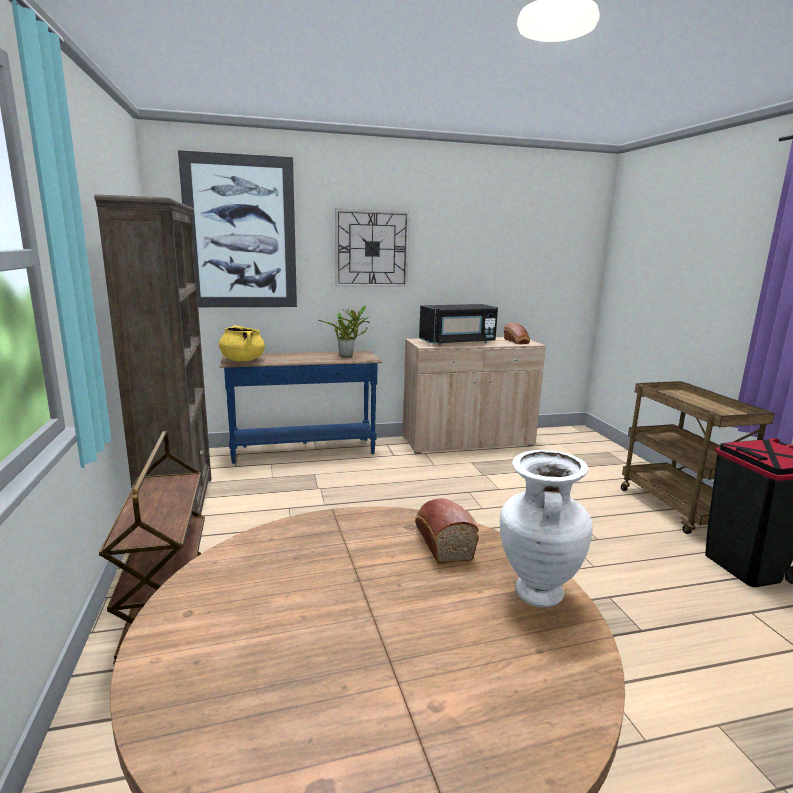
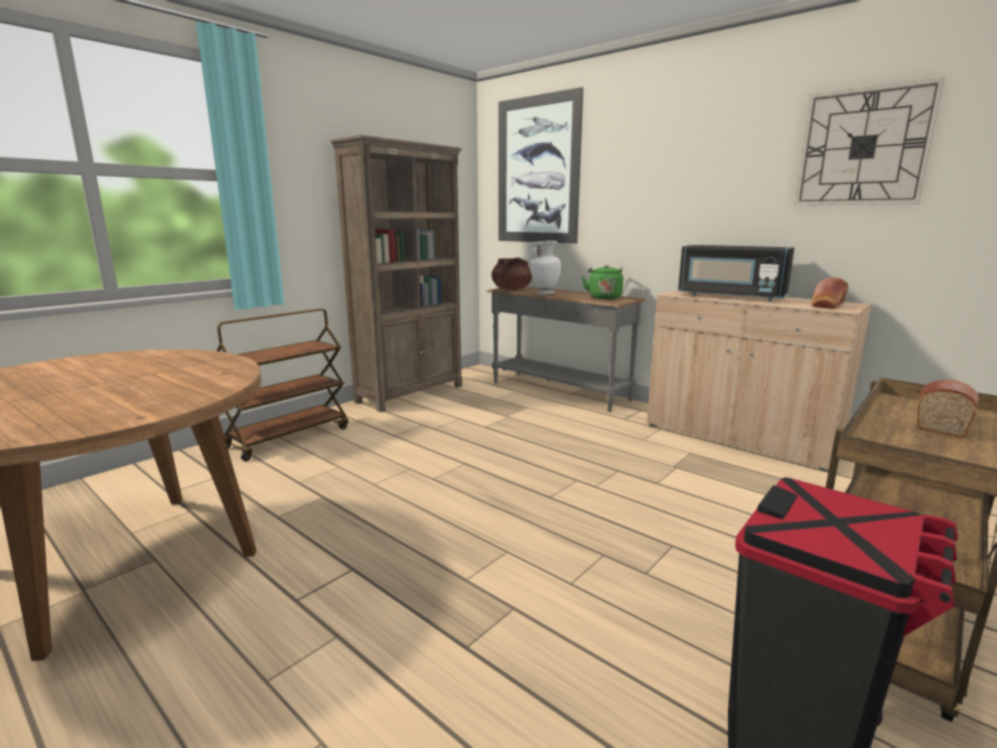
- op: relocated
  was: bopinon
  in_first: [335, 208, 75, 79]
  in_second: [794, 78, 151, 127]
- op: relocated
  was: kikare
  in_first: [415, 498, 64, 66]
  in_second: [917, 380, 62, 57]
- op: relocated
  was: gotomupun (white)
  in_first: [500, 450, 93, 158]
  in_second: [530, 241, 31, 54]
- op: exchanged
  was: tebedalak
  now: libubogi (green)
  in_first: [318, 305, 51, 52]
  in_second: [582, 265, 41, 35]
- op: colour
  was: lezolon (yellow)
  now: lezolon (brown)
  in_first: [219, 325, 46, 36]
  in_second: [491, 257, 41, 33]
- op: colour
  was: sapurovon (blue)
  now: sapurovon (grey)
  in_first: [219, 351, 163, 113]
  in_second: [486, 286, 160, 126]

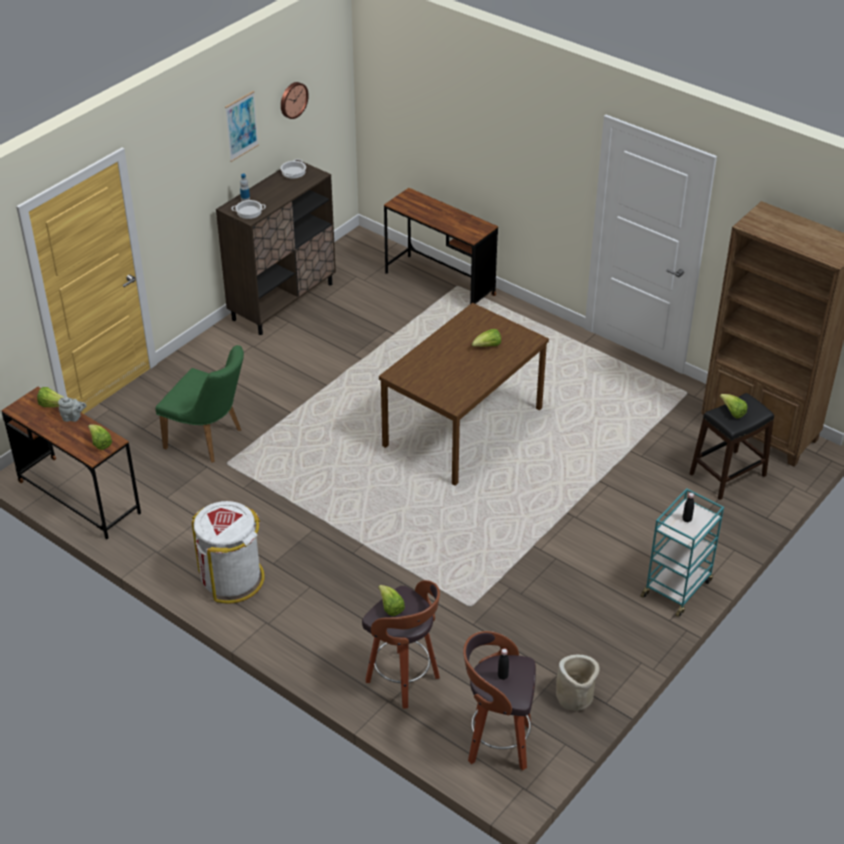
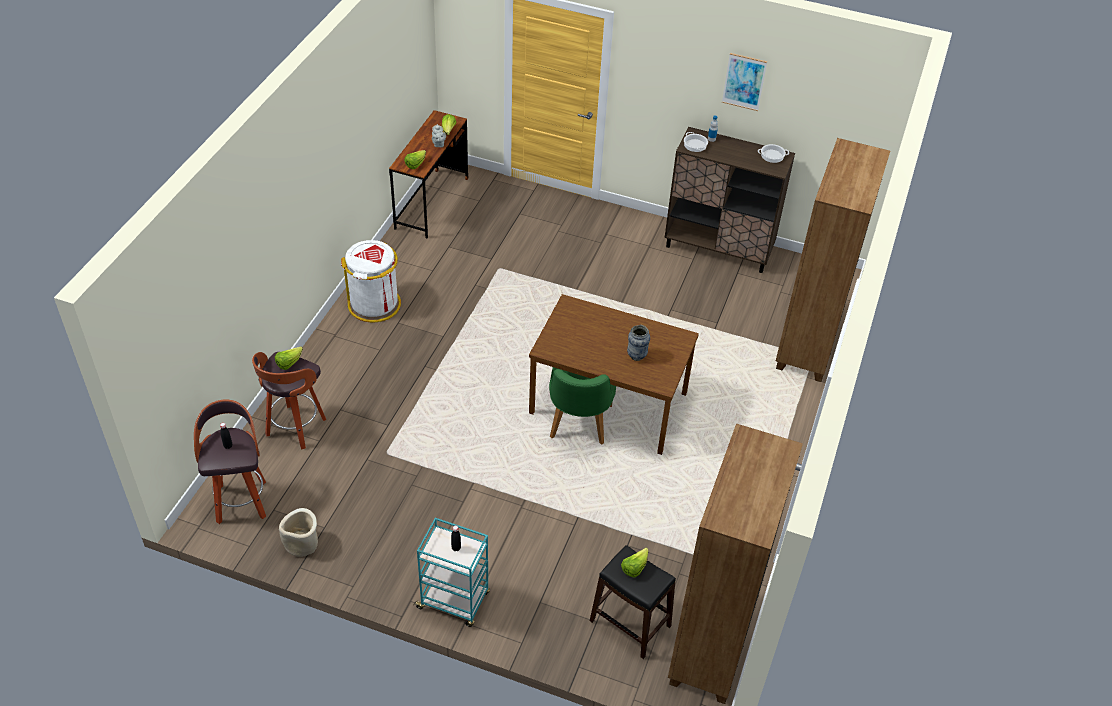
- op: missing
  was: bopinon
  in_first: [281, 82, 28, 37]
- op: relocated
  was: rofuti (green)
  in_first: [155, 345, 89, 118]
  in_second: [549, 367, 67, 78]
- op: exchanged
  was: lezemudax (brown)
  now: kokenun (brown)
  in_first: [384, 188, 114, 116]
  in_second: [776, 138, 114, 244]
- op: exchanged
  was: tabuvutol
  now: gotomupun
  in_first: [472, 329, 29, 18]
  in_second: [627, 325, 23, 36]

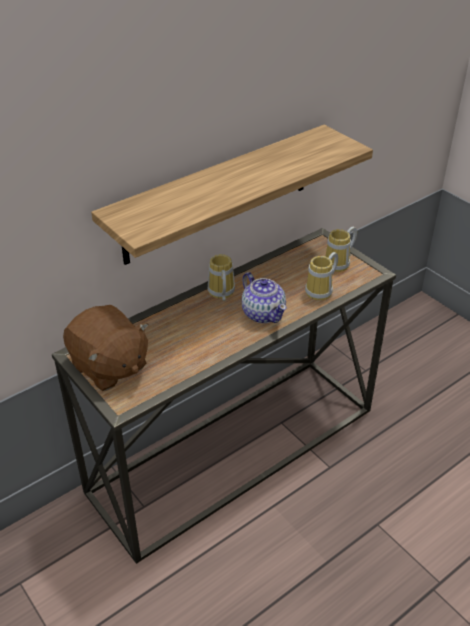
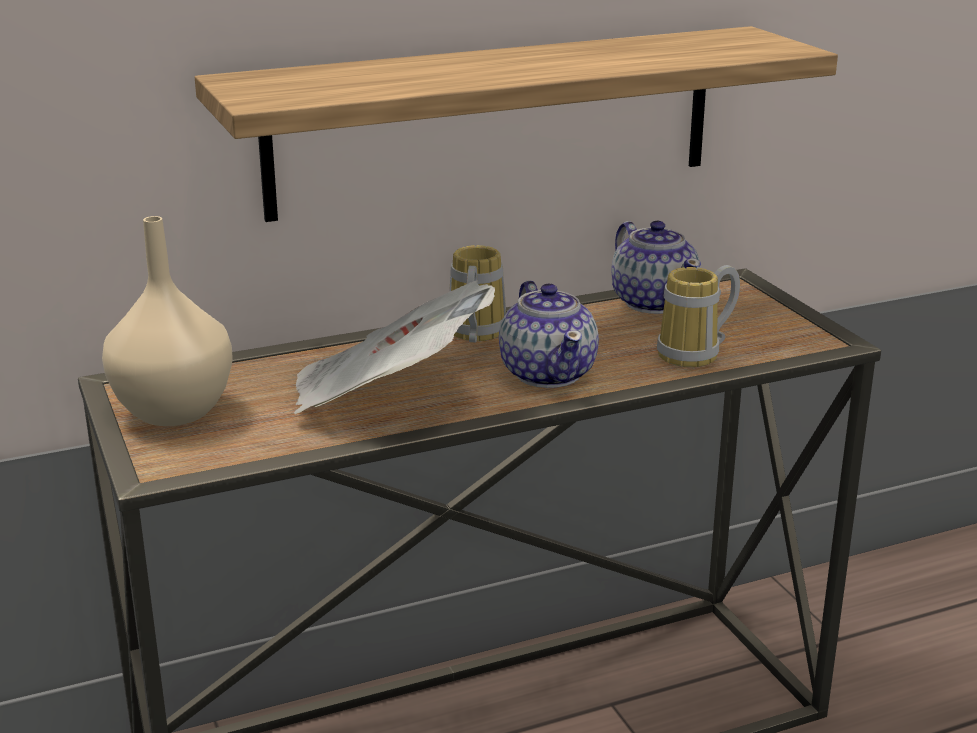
- op: missing
  was: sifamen
  in_first: [325, 227, 32, 45]
- op: appeared
  now: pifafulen
  in_second: [294, 280, 201, 134]
- op: appeared
  now: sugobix
  in_second: [612, 221, 89, 93]
- op: exchanged
  was: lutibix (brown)
  now: gotomupun (beige)
  in_first: [63, 305, 86, 86]
  in_second: [102, 216, 131, 210]

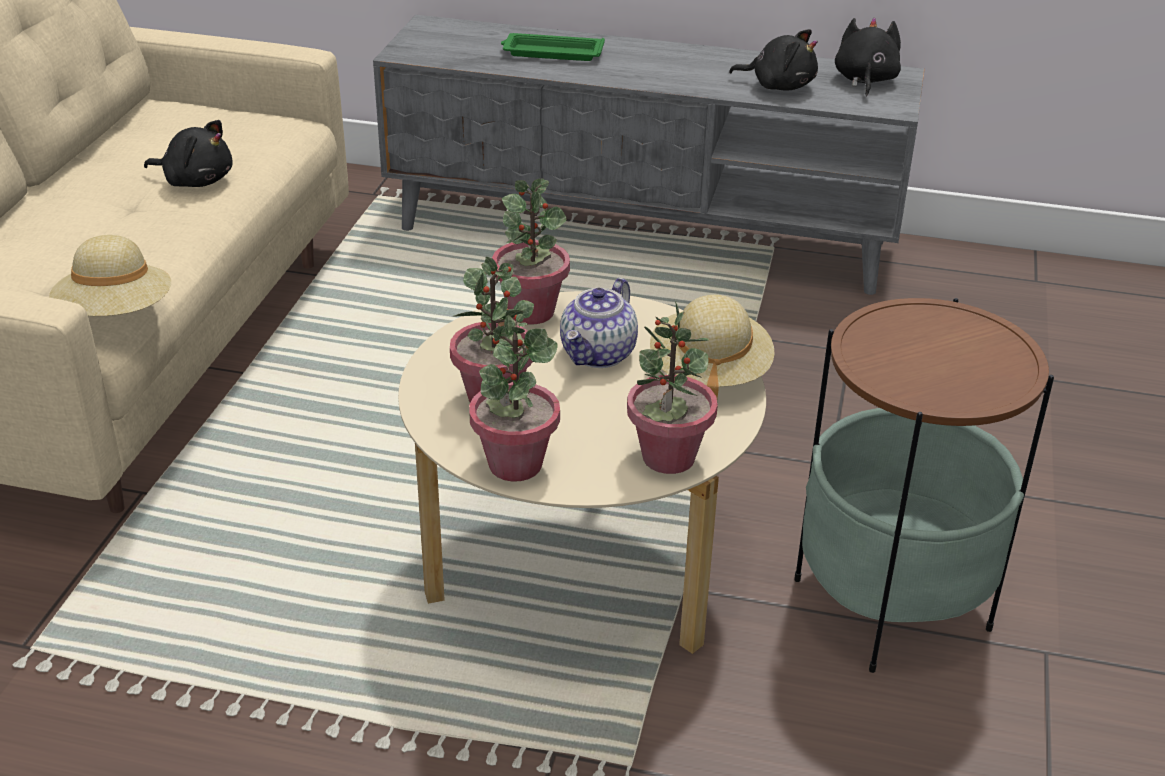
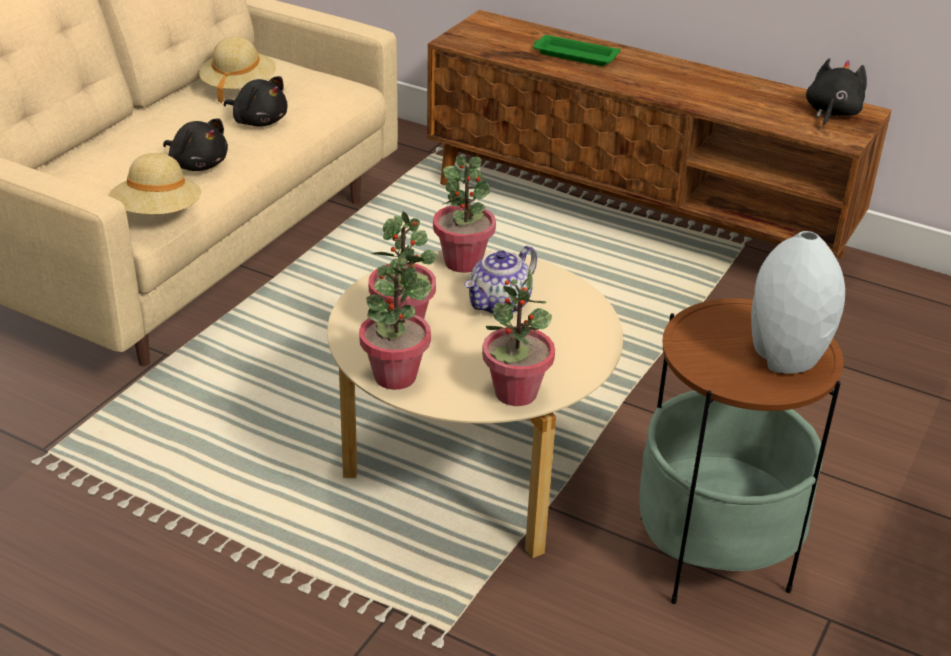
- op: appeared
  now: gotomupun (grey)
  in_second: [751, 231, 94, 142]
- op: relocated
  was: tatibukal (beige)
  in_first: [650, 295, 125, 104]
  in_second: [199, 37, 77, 66]
- op: relocated
  was: lutibix (black)
  in_first: [729, 29, 89, 61]
  in_second: [163, 118, 65, 53]
- op: colour
  was: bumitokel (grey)
  now: bumitokel (brown)
  in_first: [373, 15, 552, 280]
  in_second: [427, 10, 465, 248]

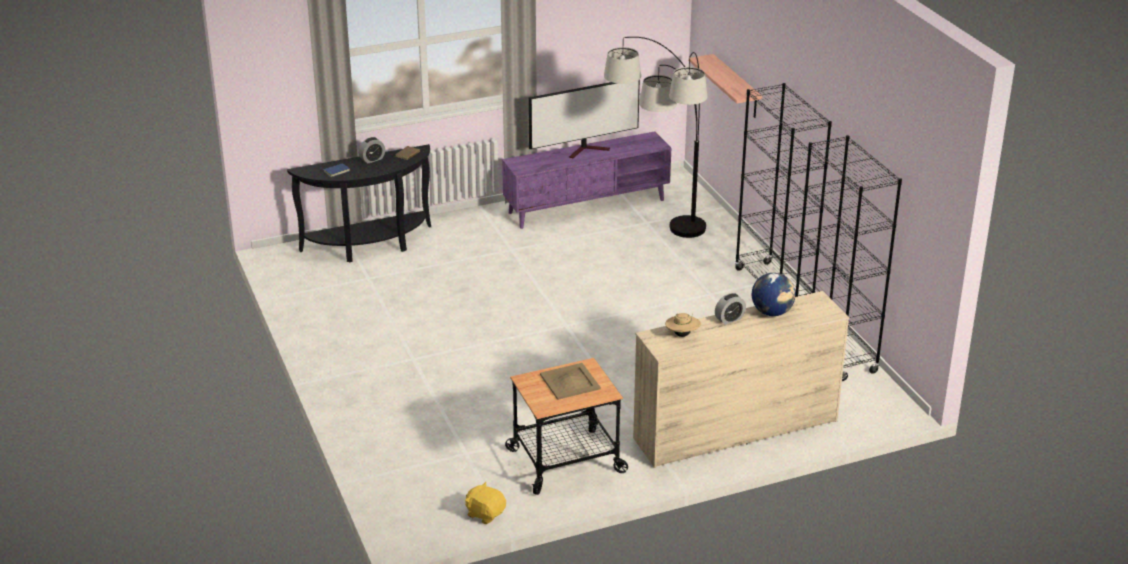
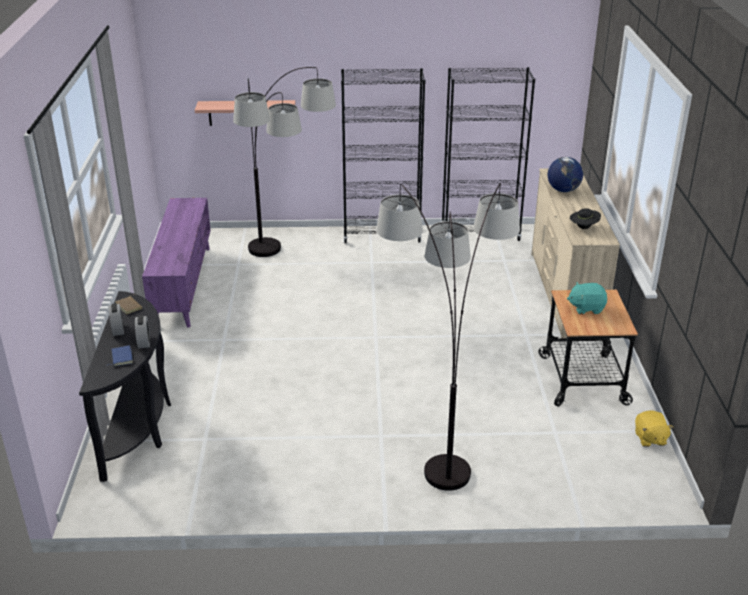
- op: missing
  was: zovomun
  in_first: [528, 80, 112, 78]
- op: appeared
  now: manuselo
  in_second: [376, 183, 144, 308]
- op: relocated
  was: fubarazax
  in_first: [715, 293, 31, 32]
  in_second: [135, 315, 15, 33]
- op: exchanged
  was: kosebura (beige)
  now: lutibix (turquoise)
  in_first: [540, 363, 61, 37]
  in_second: [567, 282, 40, 32]
- op: colour
  was: tatibukal (beige)
  now: tatibukal (black)
  in_first: [665, 312, 36, 25]
  in_second: [570, 206, 31, 23]
- op: spun
  was: lutibix (yellow)
  in_first: [465, 482, 41, 42]
  in_second: [635, 410, 38, 37]
  clockwise: -60

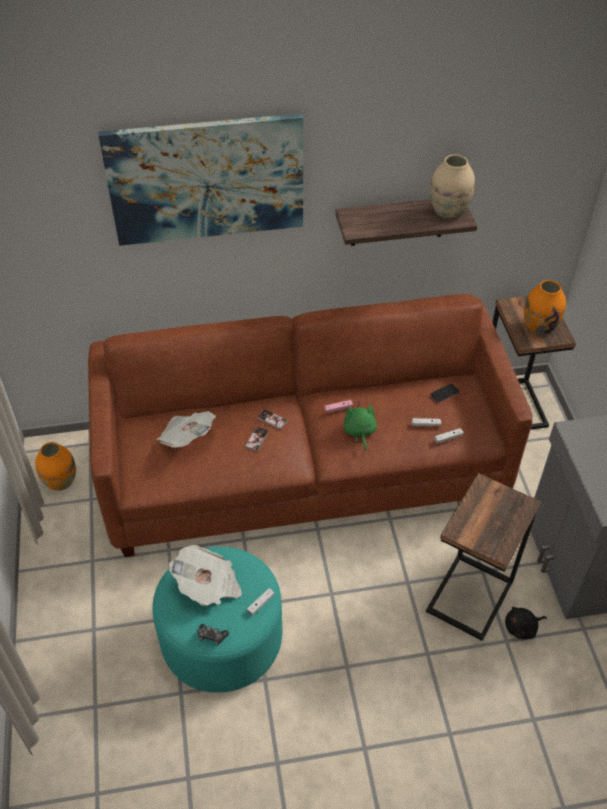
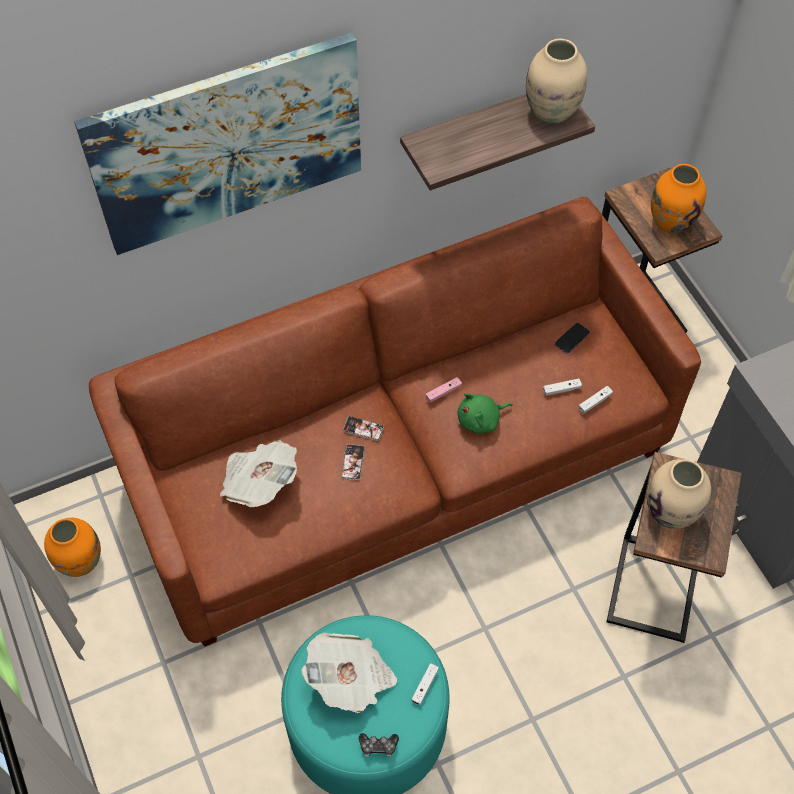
- op: missing
  was: lutibix (black)
  in_first: [505, 607, 42, 32]
- op: appeared
  now: gotomupun (beige)
  in_second: [647, 459, 64, 70]
- op: spun
  was: lutibix (green)
  in_first: [344, 402, 33, 49]
  in_second: [458, 393, 55, 41]
  clockwise: -90

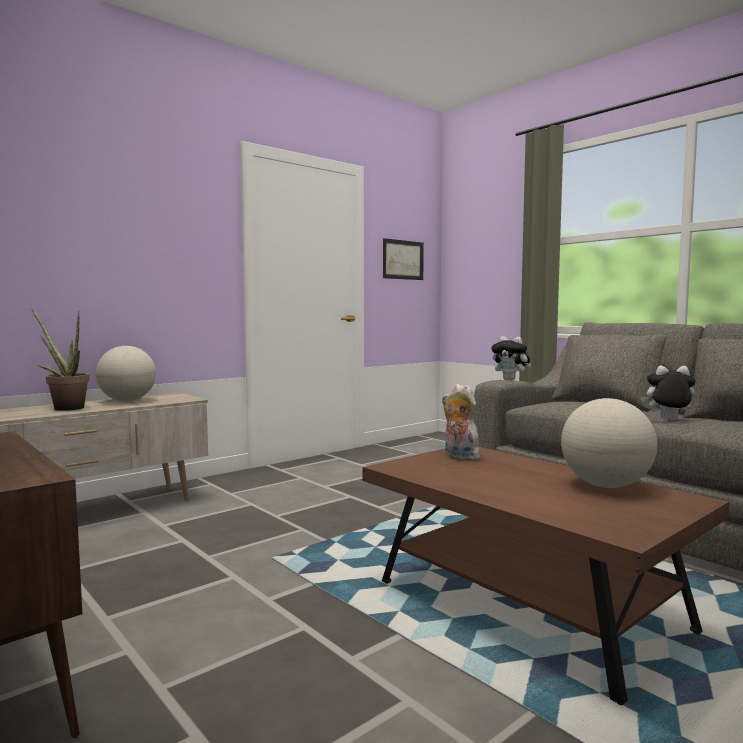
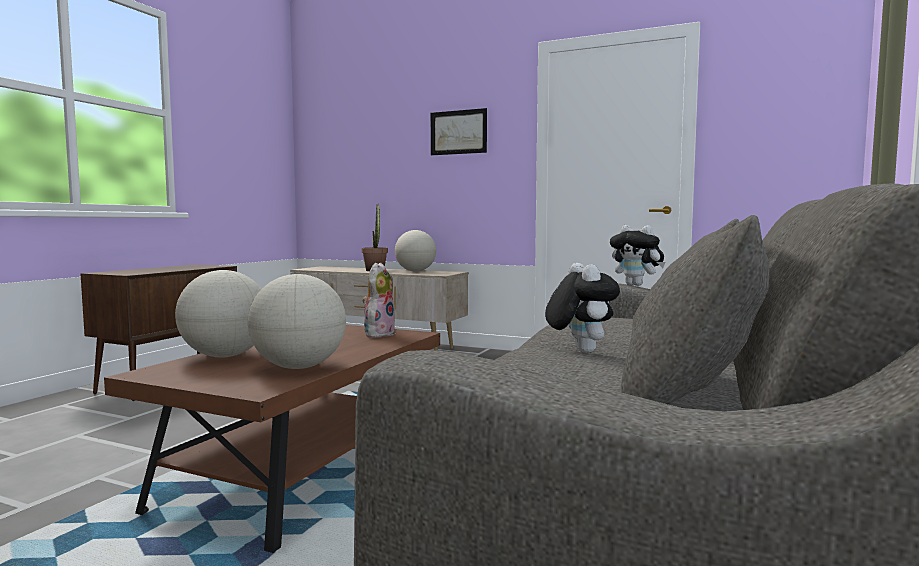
- op: appeared
  now: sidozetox
  in_second: [175, 270, 86, 87]
- op: relocated
  was: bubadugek
  in_first: [383, 238, 41, 42]
  in_second: [431, 108, 56, 47]
- op: spun
  was: lutibix
  in_first: [492, 336, 39, 44]
  in_second: [610, 225, 55, 61]
  clockwise: -60

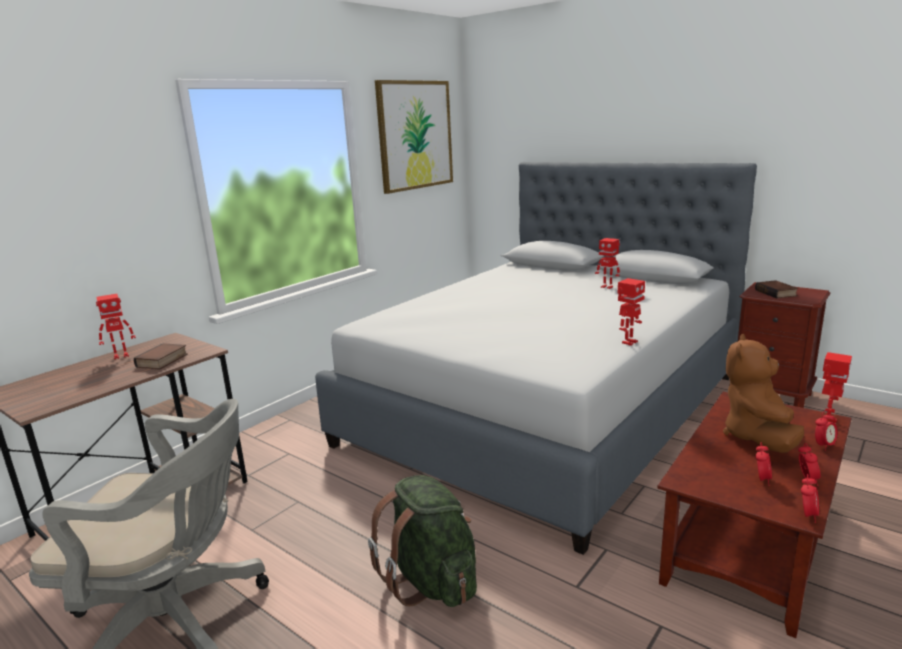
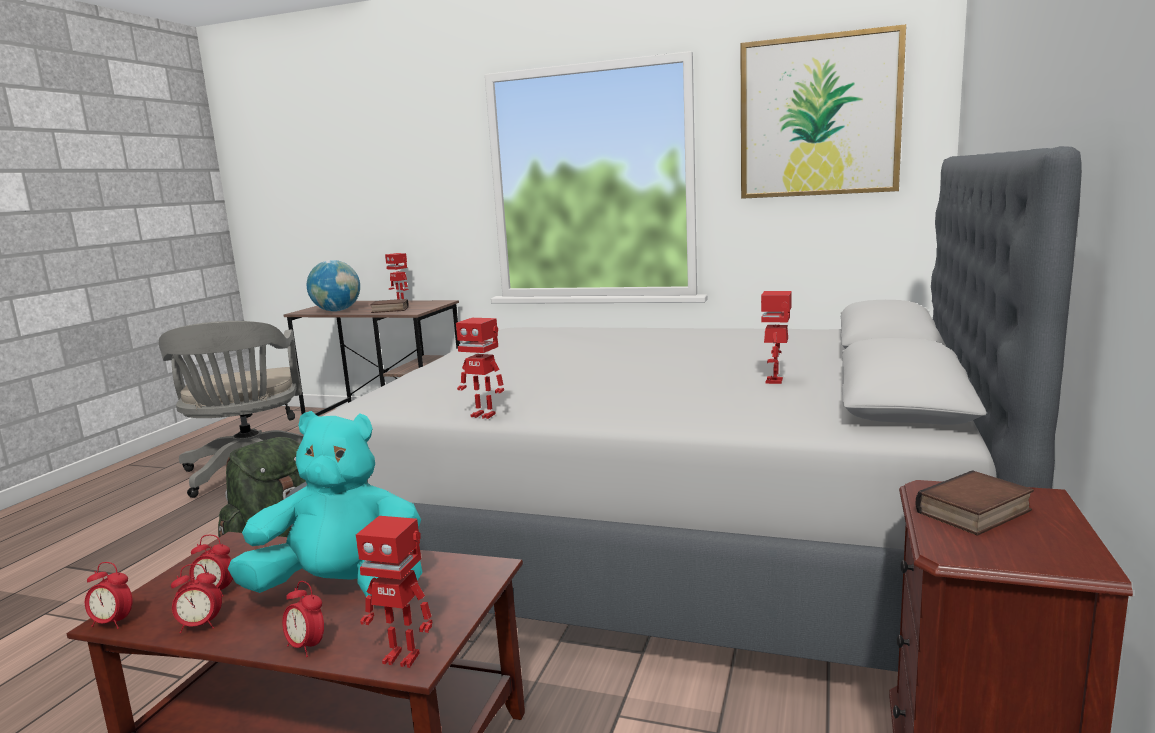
- op: appeared
  now: sidozetox
  in_second: [307, 260, 53, 51]
- op: colour
  was: lutibix (brown)
  now: lutibix (turquoise)
  in_first: [723, 334, 81, 119]
  in_second: [228, 411, 195, 186]

